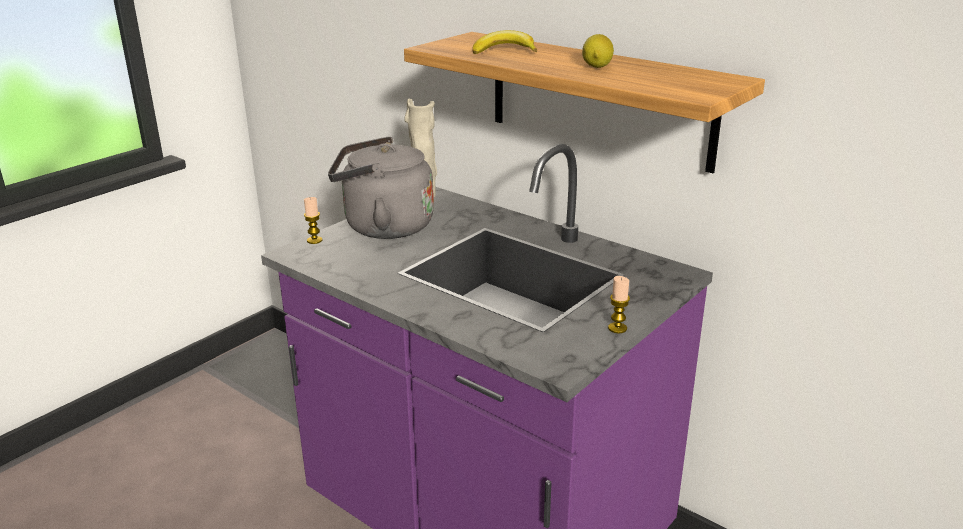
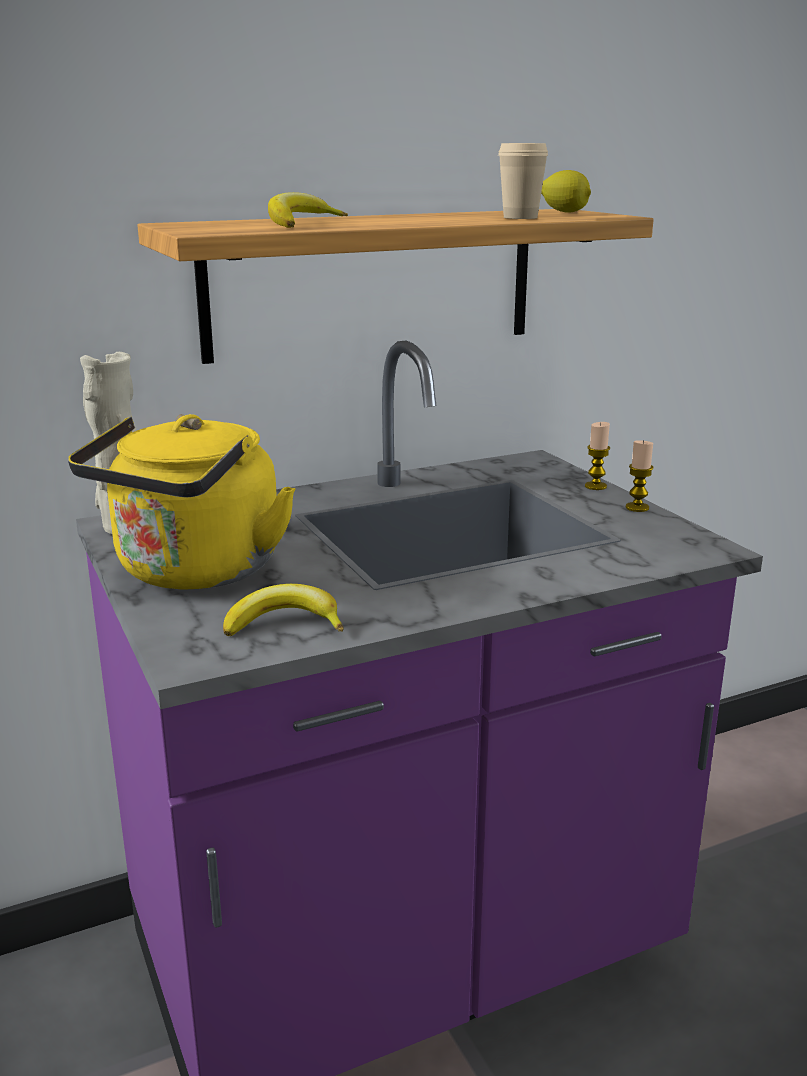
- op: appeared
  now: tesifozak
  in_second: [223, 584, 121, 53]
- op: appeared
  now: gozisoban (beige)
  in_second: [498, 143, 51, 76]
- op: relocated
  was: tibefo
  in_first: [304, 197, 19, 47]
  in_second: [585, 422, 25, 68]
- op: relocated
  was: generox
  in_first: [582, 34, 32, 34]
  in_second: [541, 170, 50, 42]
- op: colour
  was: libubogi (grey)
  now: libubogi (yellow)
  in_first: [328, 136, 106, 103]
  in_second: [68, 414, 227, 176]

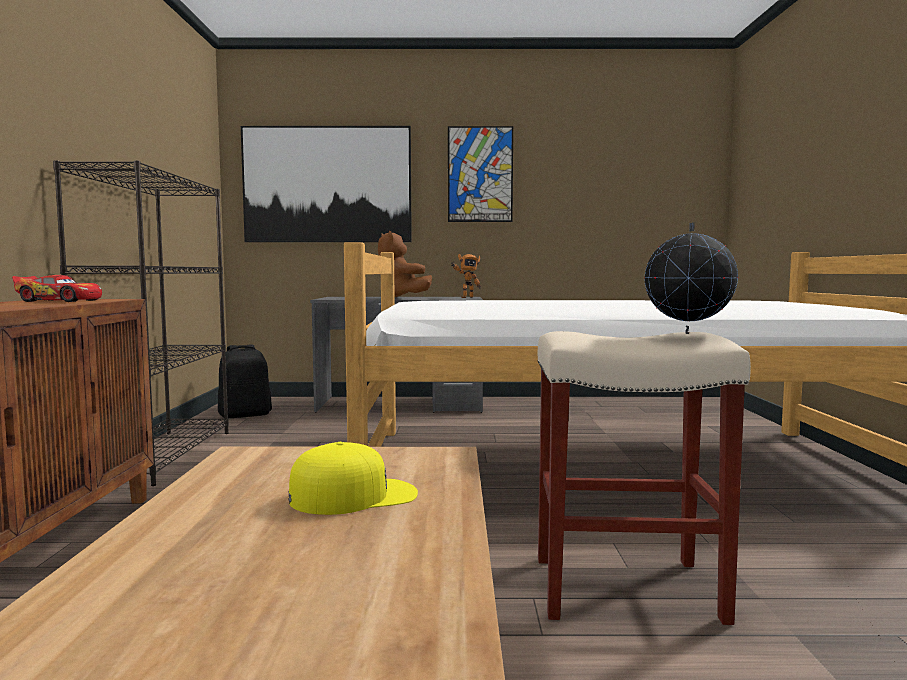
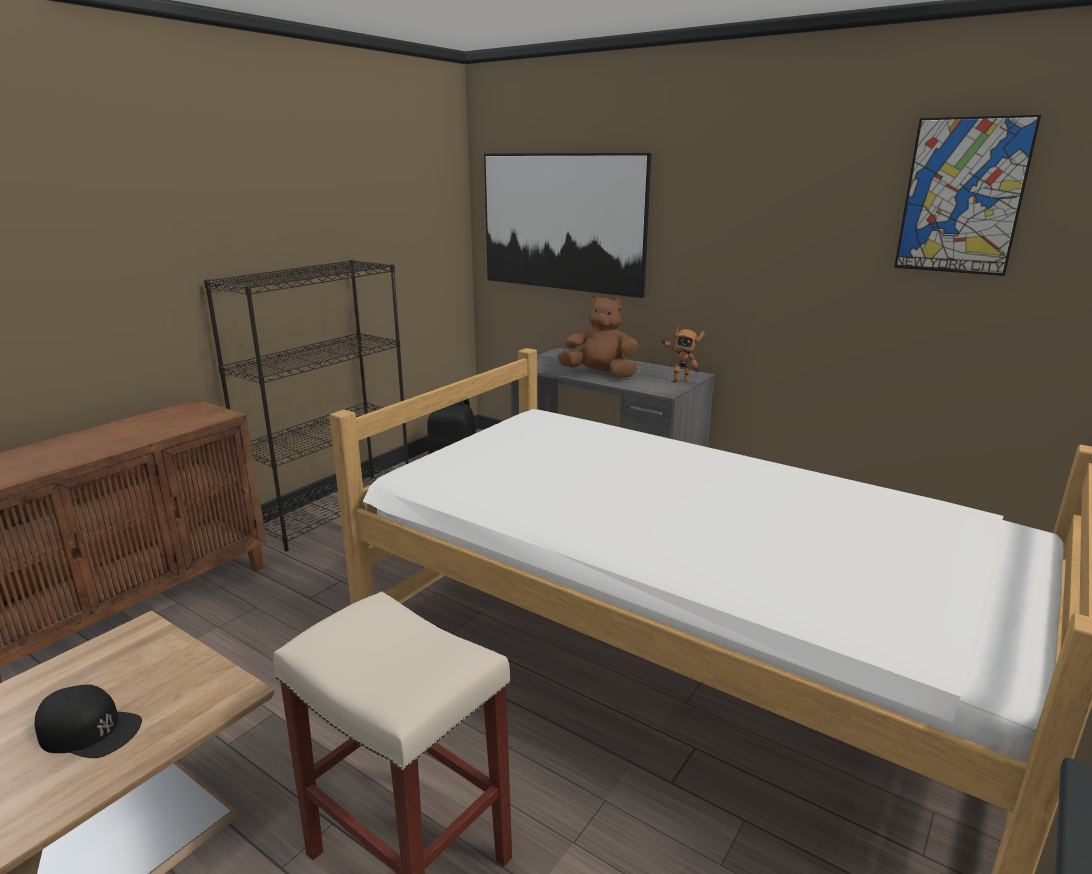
- op: missing
  was: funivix
  in_first: [12, 275, 90, 27]
- op: missing
  was: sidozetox
  in_first: [644, 222, 95, 112]
- op: relocated
  was: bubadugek
  in_first: [448, 126, 65, 96]
  in_second: [894, 115, 147, 161]
- op: colour
  was: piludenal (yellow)
  now: piludenal (black)
  in_first: [288, 442, 130, 73]
  in_second: [34, 685, 108, 73]
- op: spun
  was: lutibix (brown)
  in_first: [378, 231, 54, 66]
  in_second: [557, 295, 82, 83]
  clockwise: 105

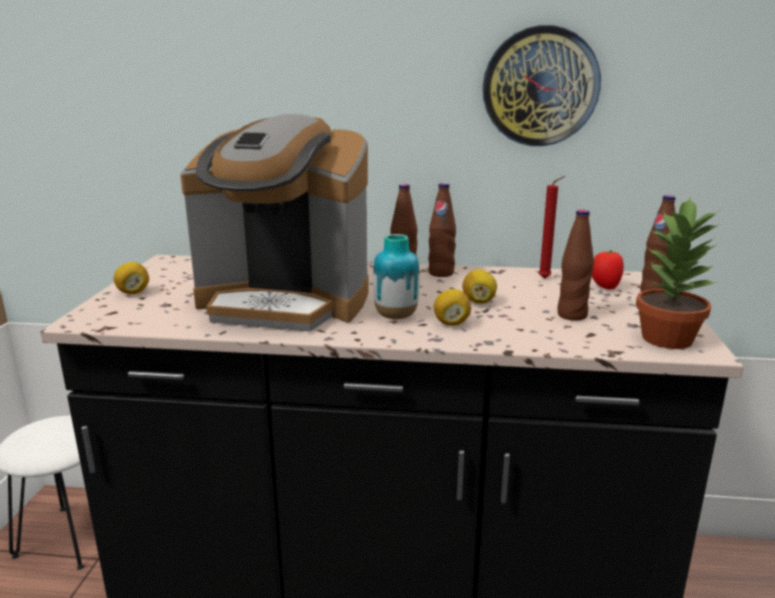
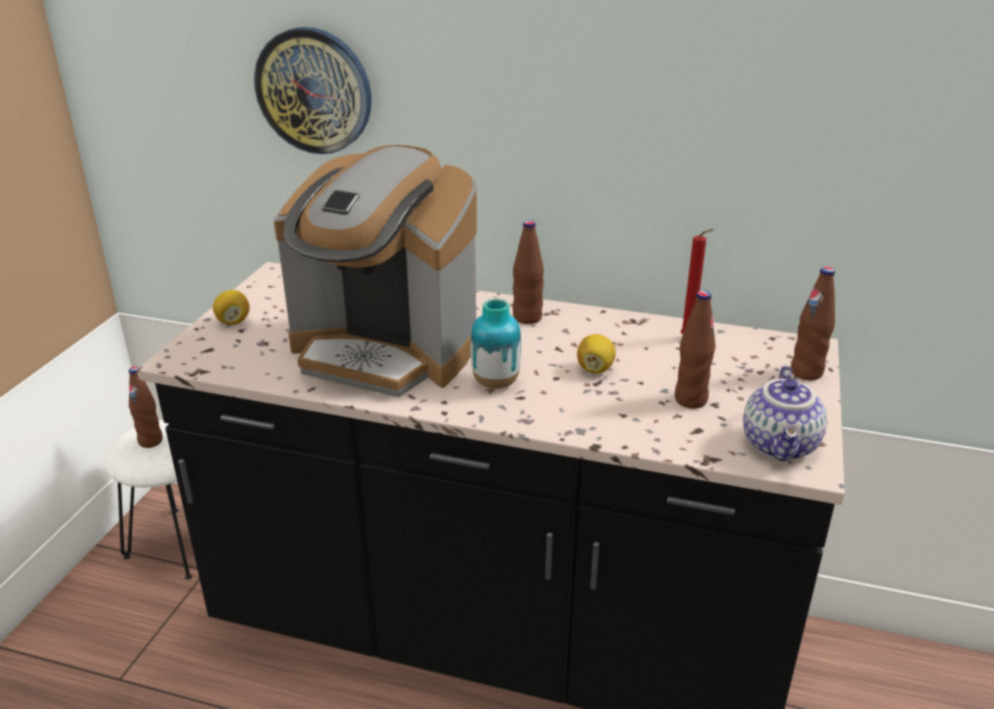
- op: missing
  was: generox
  in_first: [434, 289, 37, 37]
- op: missing
  was: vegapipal
  in_first: [592, 250, 32, 39]
- op: relocated
  was: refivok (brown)
  in_first: [428, 183, 28, 94]
  in_second: [129, 367, 34, 81]
- op: relocated
  was: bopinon
  in_first: [483, 25, 118, 121]
  in_second: [254, 27, 118, 127]
- op: exchanged
  was: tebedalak
  now: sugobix
  in_first: [636, 197, 83, 152]
  in_second: [743, 365, 84, 96]

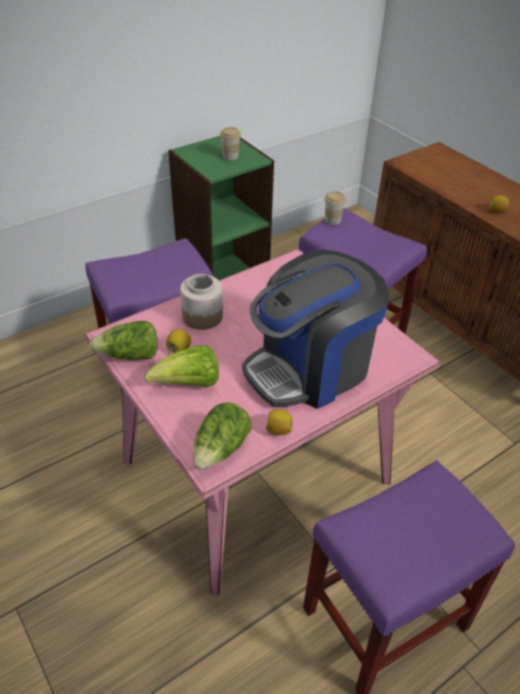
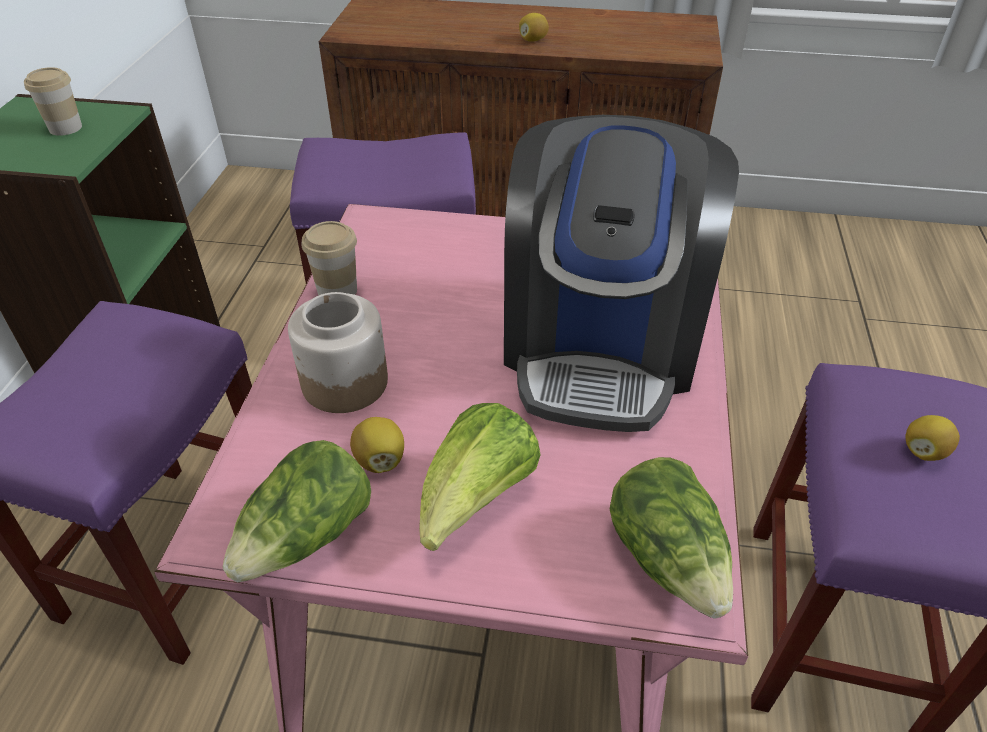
- op: relocated
  was: generox
  in_first: [266, 409, 26, 26]
  in_second: [905, 415, 55, 46]
- op: relocated
  was: gozisoban
  in_first: [324, 191, 22, 34]
  in_second: [302, 221, 55, 75]

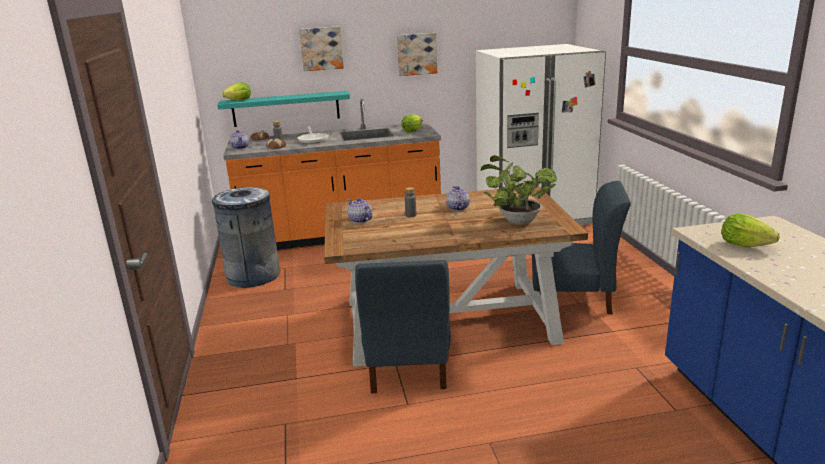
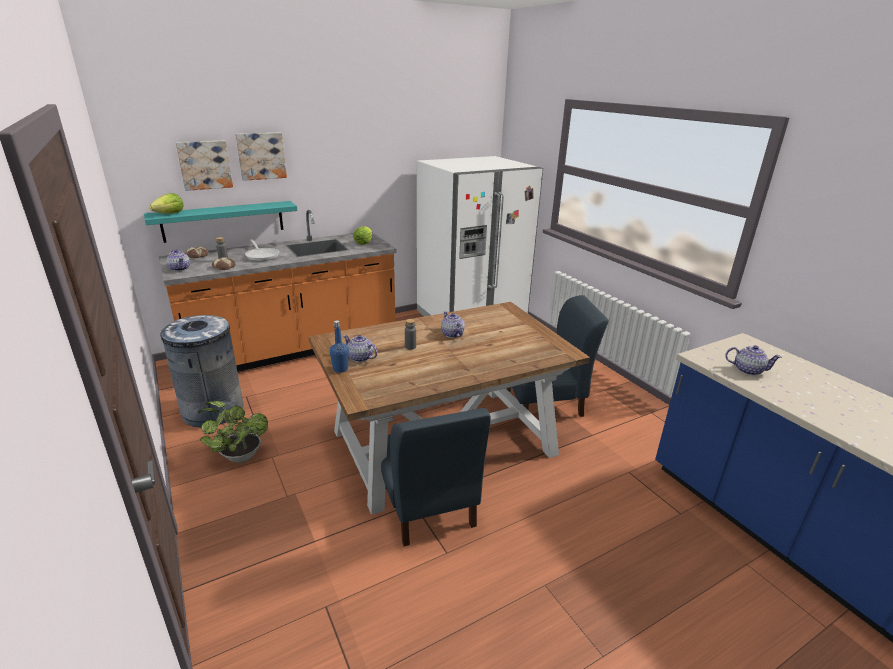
- op: appeared
  now: refivok (blue)
  in_second: [330, 320, 19, 53]
- op: relocated
  was: bubadugek
  in_first: [397, 33, 40, 43]
  in_second: [175, 141, 58, 50]
- op: relocated
  was: tebedalak
  in_first: [481, 155, 76, 69]
  in_second: [198, 401, 70, 62]
- op: exchanged
  was: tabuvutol
  now: sugobix
  in_first: [721, 213, 59, 34]
  in_second: [725, 345, 57, 30]

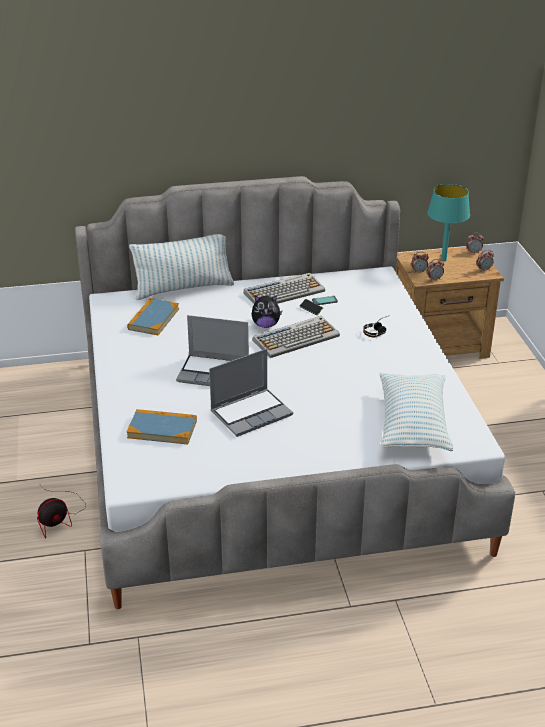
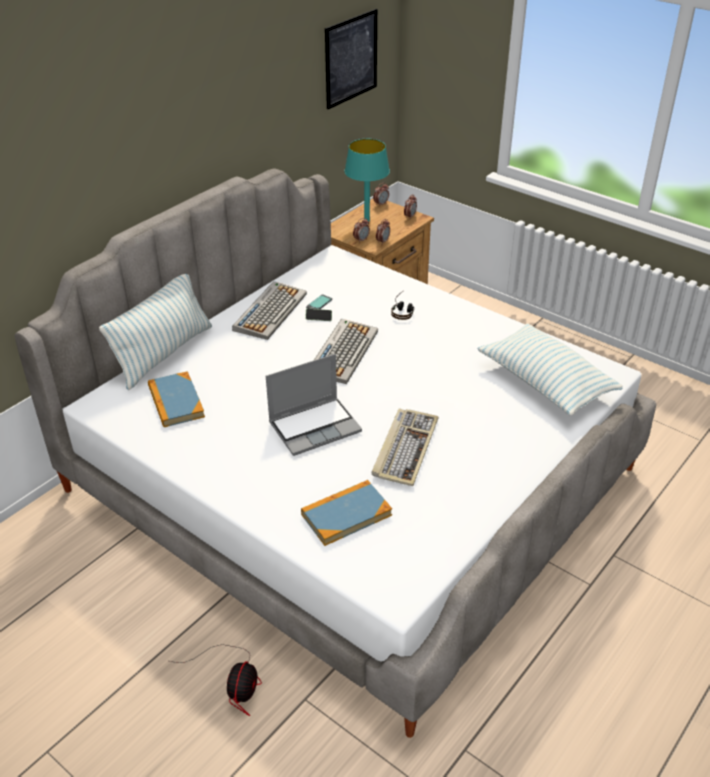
- op: missing
  was: lutibix
  in_first: [251, 295, 31, 33]
- op: appeared
  now: bubadugek
  in_second: [325, 9, 52, 100]
- op: exchanged
  was: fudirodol
  now: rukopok
  in_first: [209, 349, 84, 88]
  in_second: [372, 408, 66, 78]

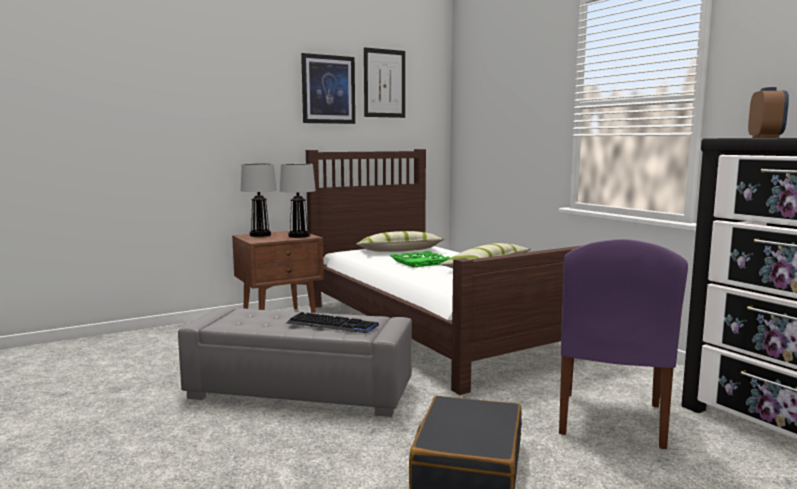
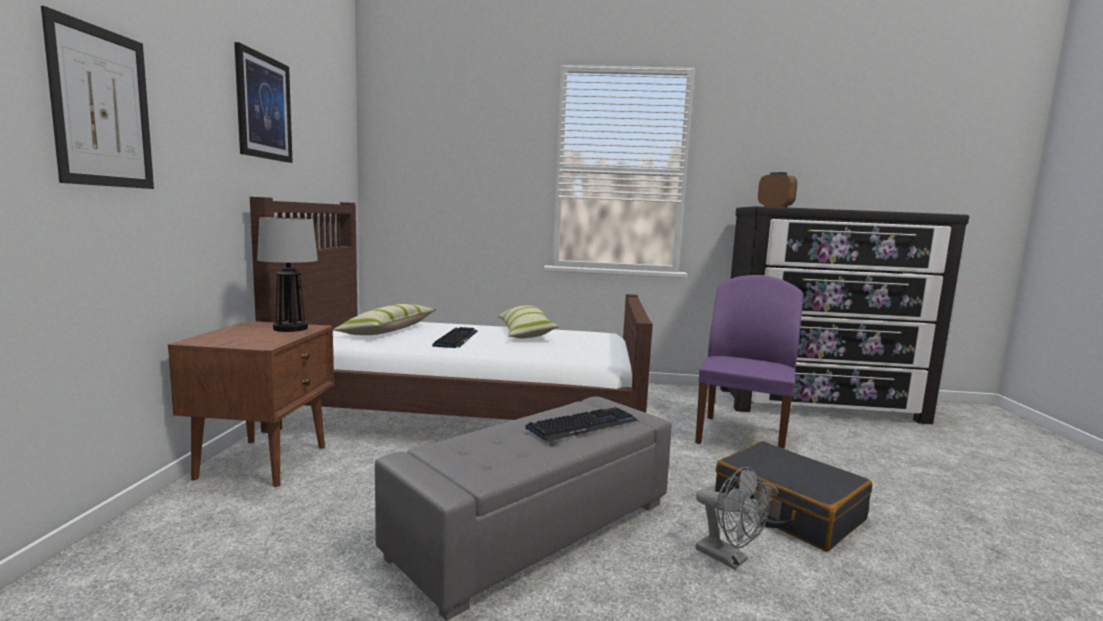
- op: missing
  was: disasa
  in_first: [241, 163, 36, 74]
- op: appeared
  now: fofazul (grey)
  in_second: [696, 467, 72, 103]
- op: relocated
  was: bubadugek
  in_first: [364, 47, 41, 71]
  in_second: [41, 6, 113, 183]
- op: exchanged
  was: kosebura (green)
  now: rukopok
  in_first: [390, 251, 61, 17]
  in_second: [432, 327, 45, 21]
- op: spun
  was: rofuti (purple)
  in_first: [559, 239, 129, 210]
  in_second: [695, 275, 108, 174]
  clockwise: -120

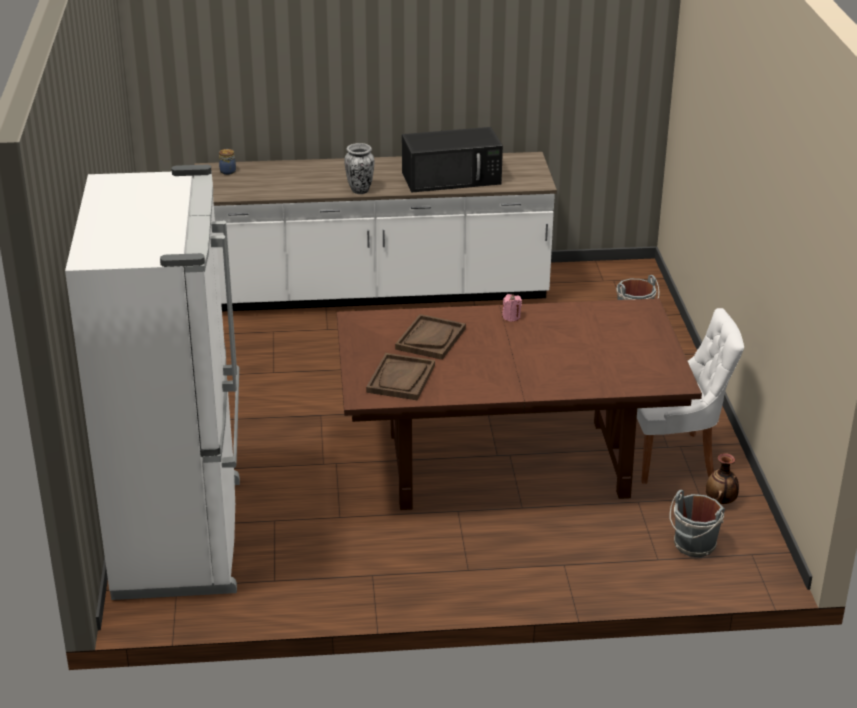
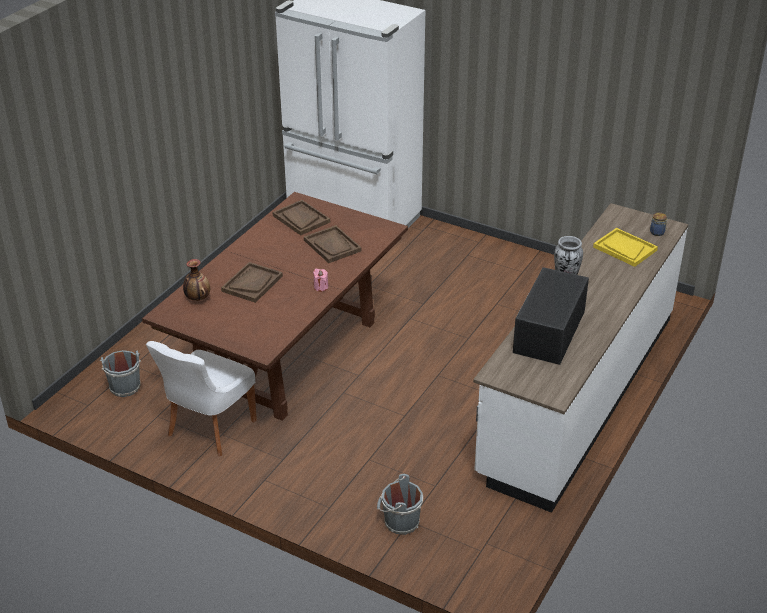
- op: appeared
  now: kosebura (brown)
  in_second: [221, 262, 62, 41]
- op: appeared
  now: kosebura (yellow)
  in_second: [593, 228, 65, 39]
- op: relocated
  was: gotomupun
  in_first: [706, 453, 33, 51]
  in_second: [183, 259, 27, 42]

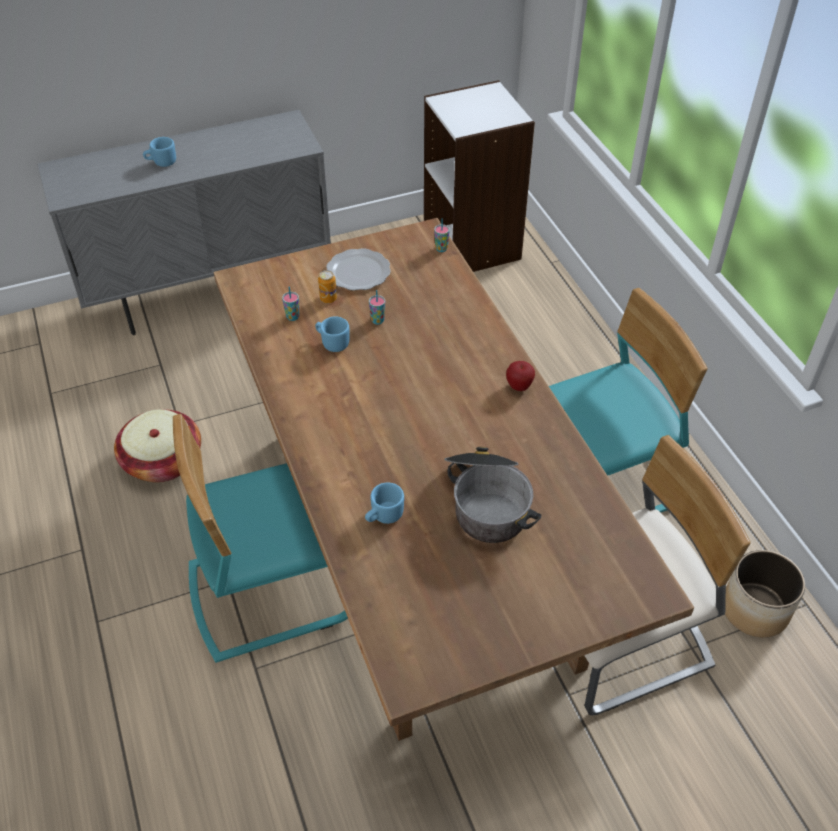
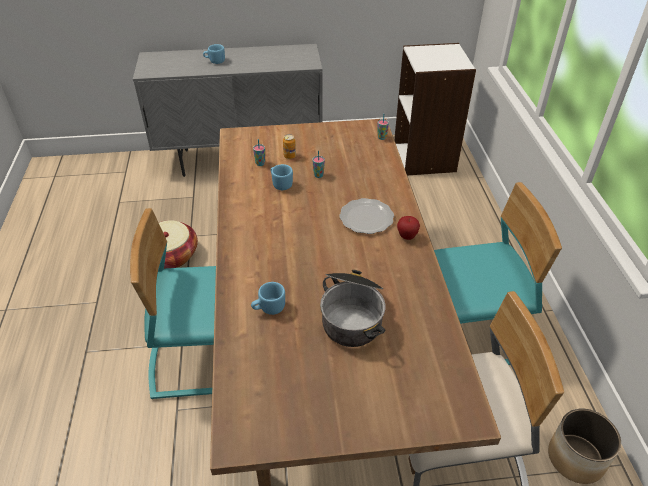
- op: relocated
  was: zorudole
  in_first: [326, 248, 65, 43]
  in_second: [339, 198, 55, 36]

